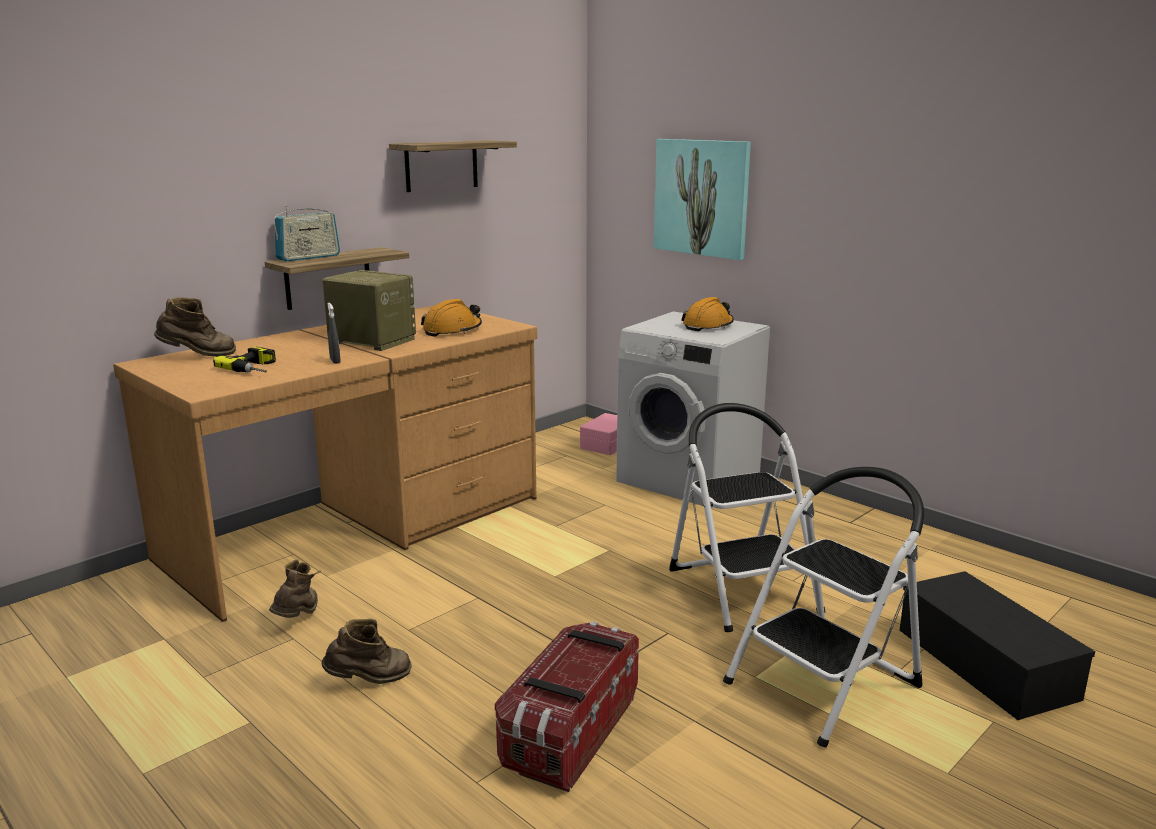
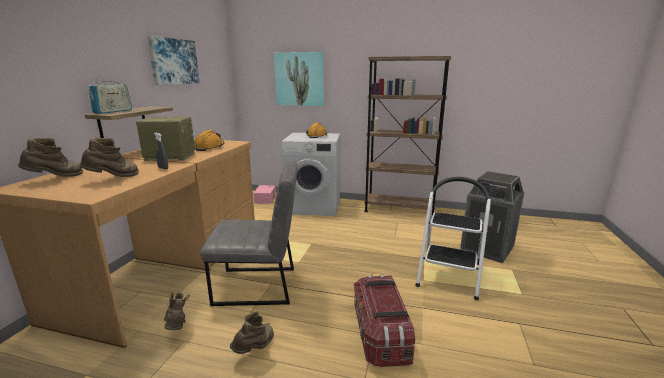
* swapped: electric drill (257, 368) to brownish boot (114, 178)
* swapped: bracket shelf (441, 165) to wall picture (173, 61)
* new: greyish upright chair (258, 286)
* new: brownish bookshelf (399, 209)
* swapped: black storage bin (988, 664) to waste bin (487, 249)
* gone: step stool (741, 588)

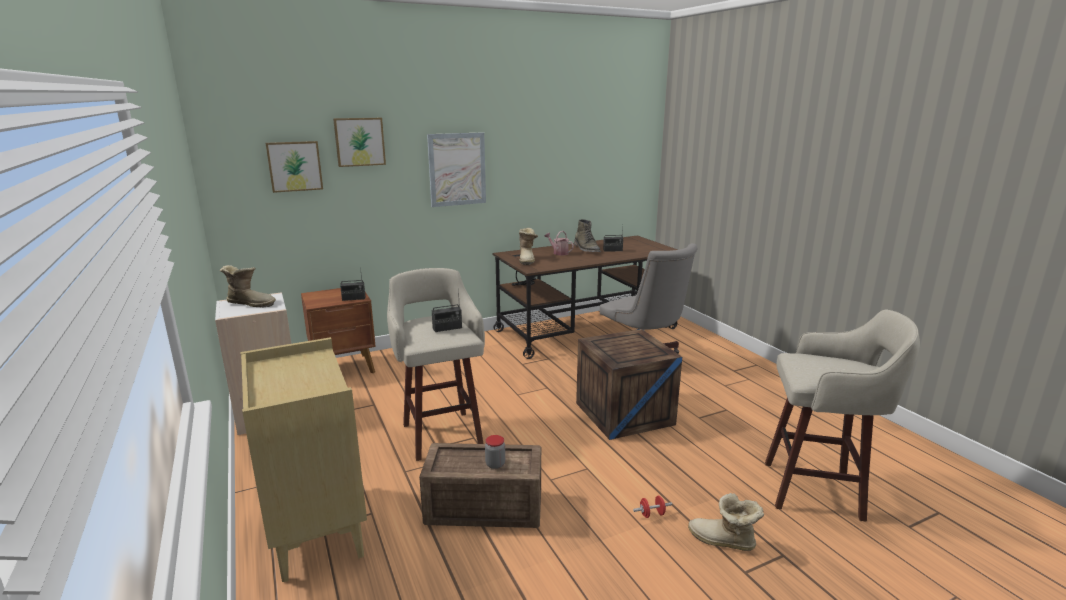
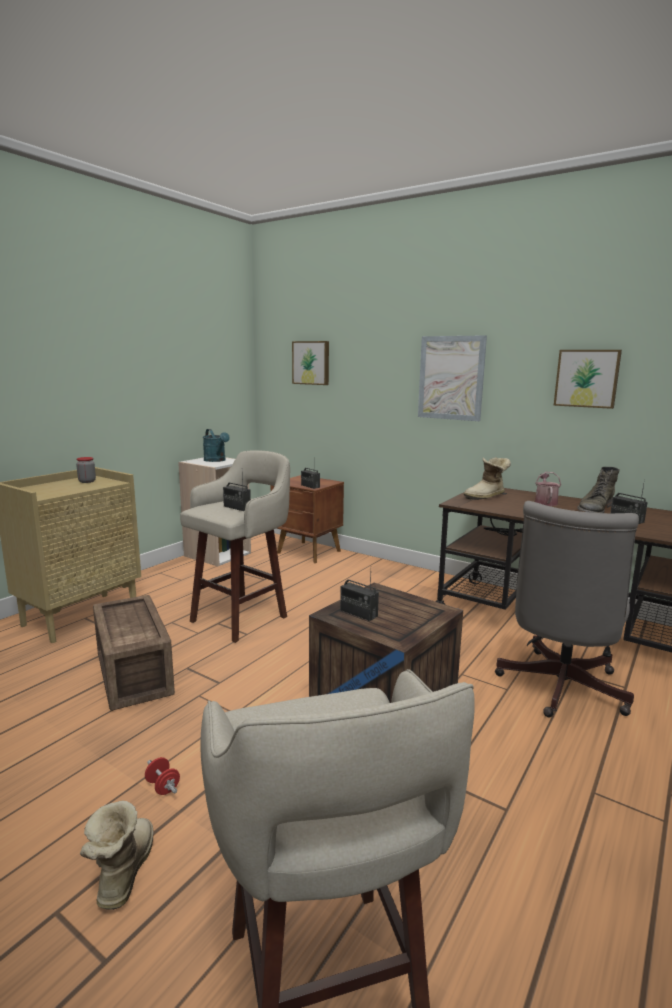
* shifted: storage jar (495, 464) to (87, 481)
* swapped: boot (251, 303) to blue-green watering pot (216, 460)
* new: radio receiver (358, 613)
* shifted: wall picture (359, 141) to (587, 378)

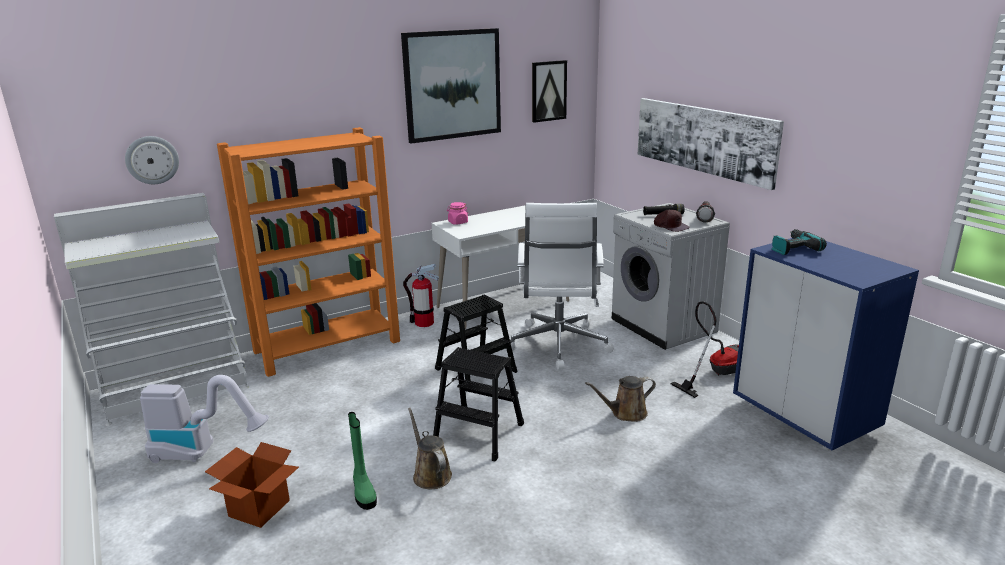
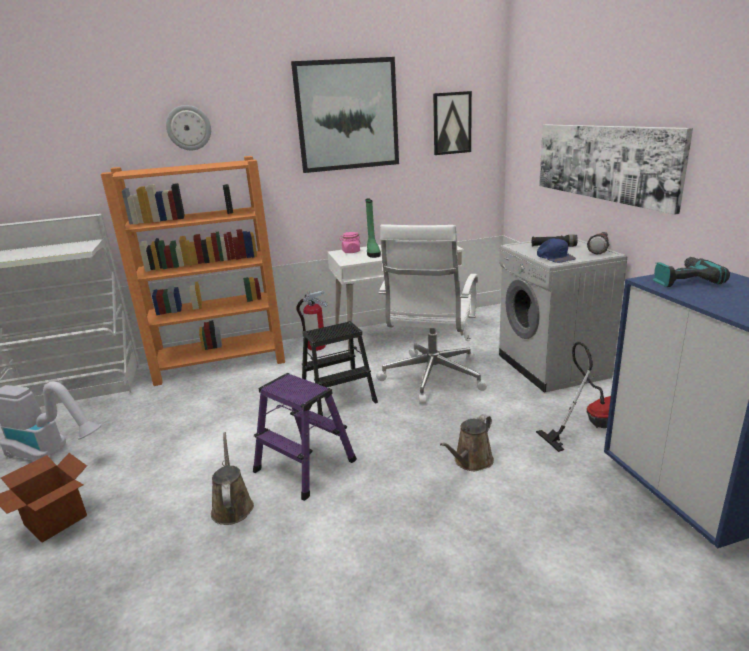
* shifted: wall clock (152, 160) to (188, 128)
* repainted: black step stool (478, 433) to purple step stool (304, 465)
* shifted: green-coloured boot (363, 492) to (372, 253)
* rotated: brownish watering pot (626, 413) = (471, 461) 45 degrees counterclockwise
* repainted: brownish peaked cap (670, 226) to blue peaked cap (555, 257)

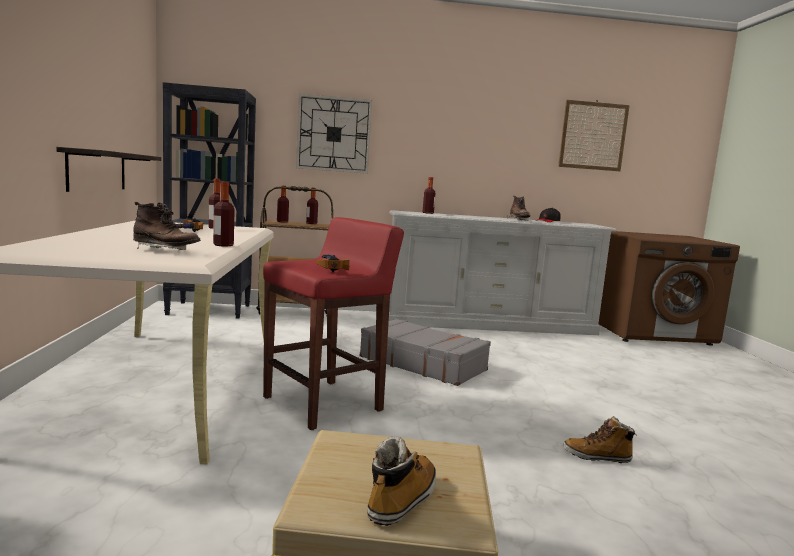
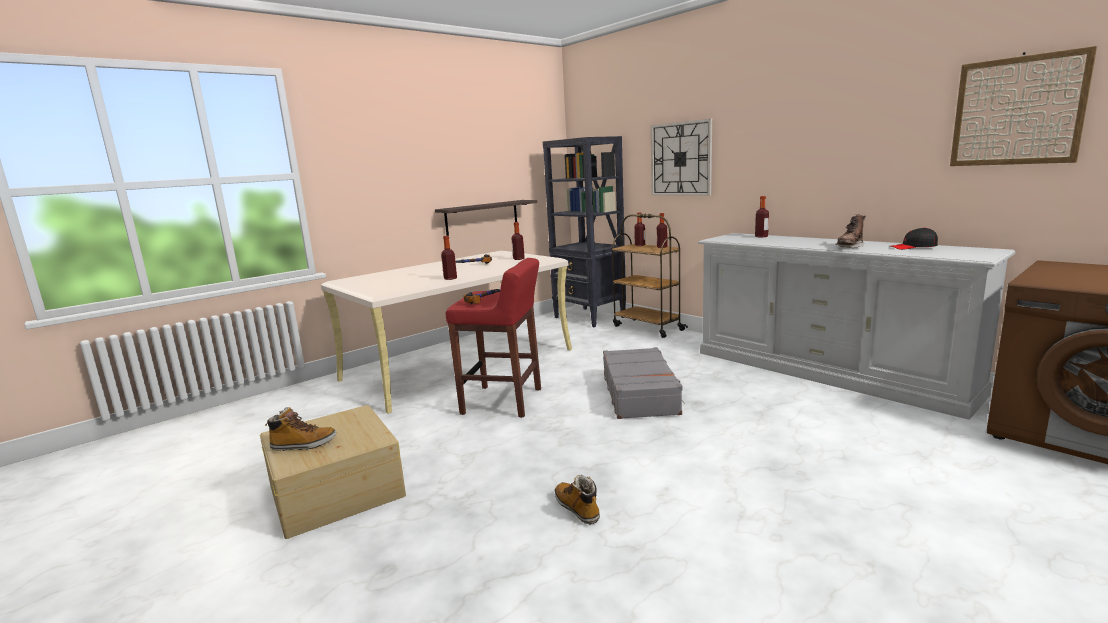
* gone: brownish boot (166, 251)

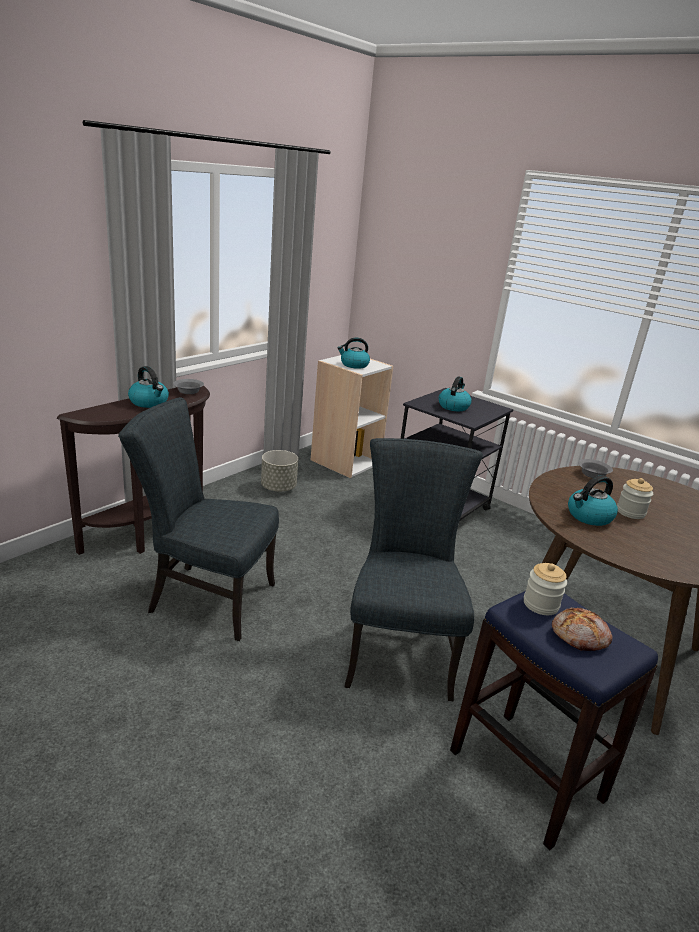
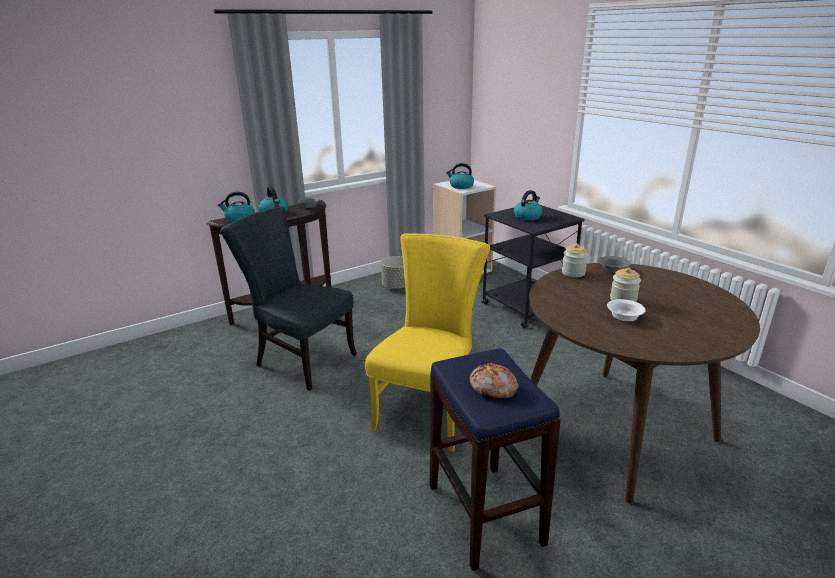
* shifted: tea kettle (589, 516) to (239, 219)
* repainted: greyish upright chair (399, 648) to yellow-coloured upright chair (429, 409)
* shifted: storage jar (540, 604) to (573, 273)
* new: white-coloured deep dish (623, 316)

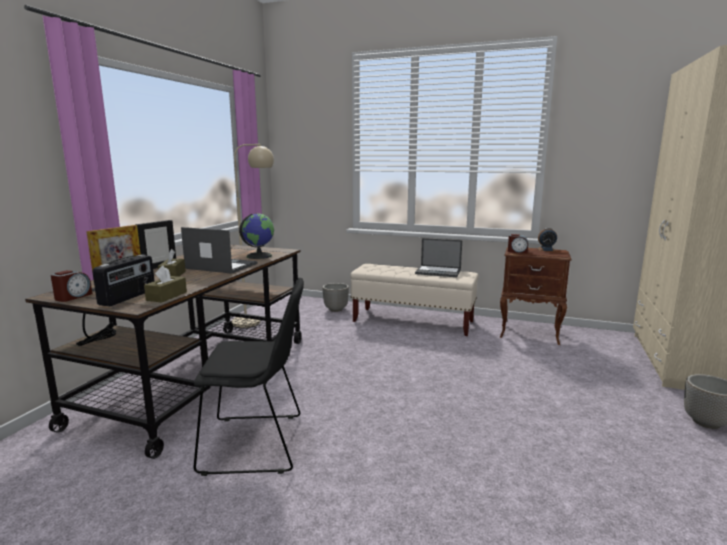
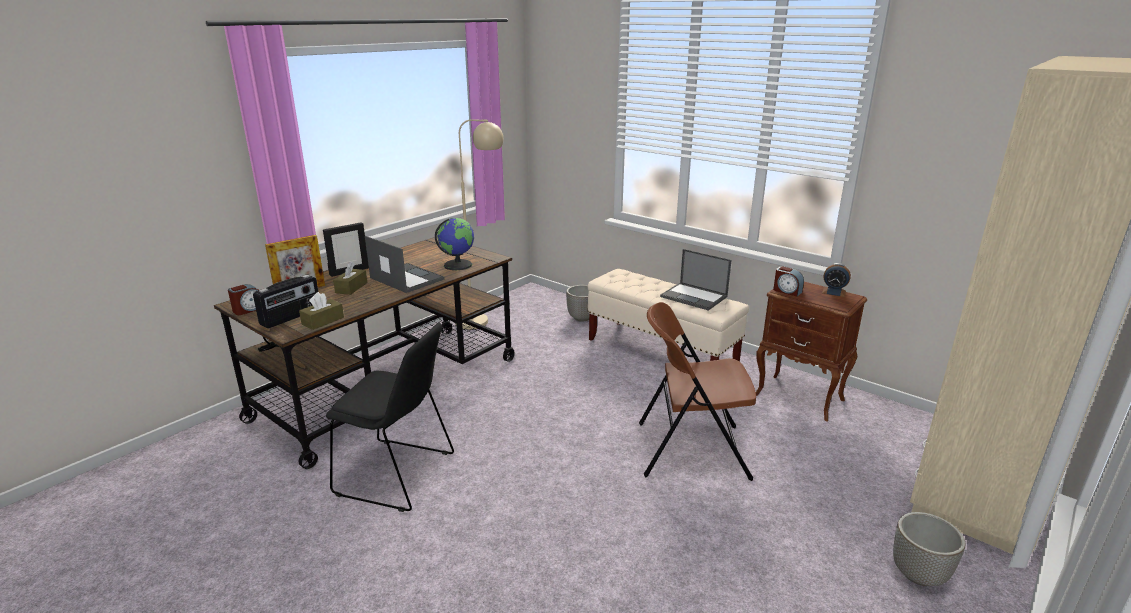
* new: brownish upright chair (692, 449)

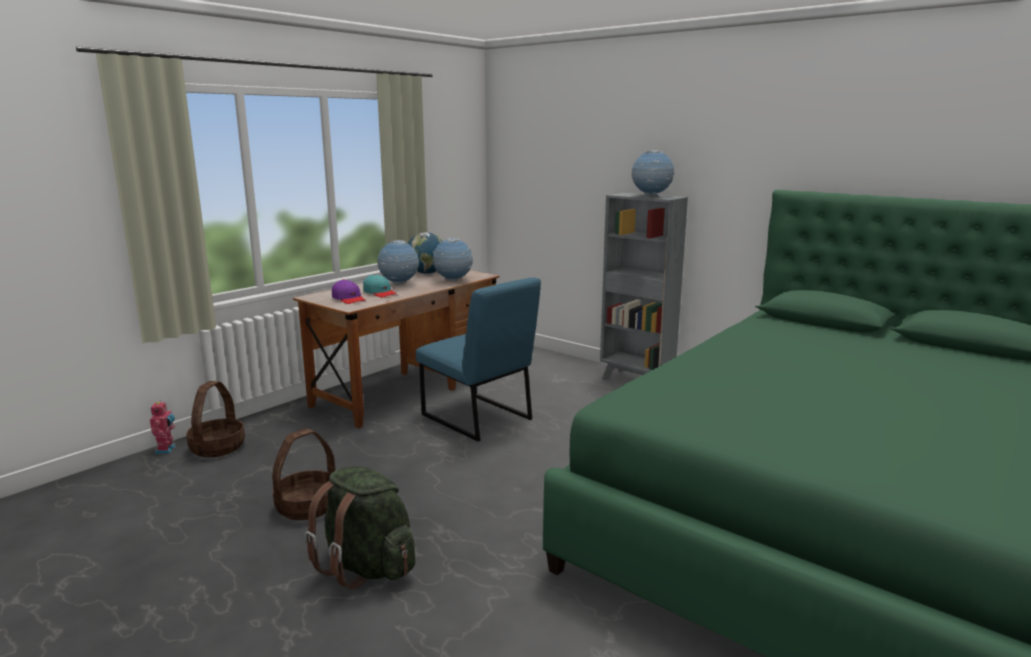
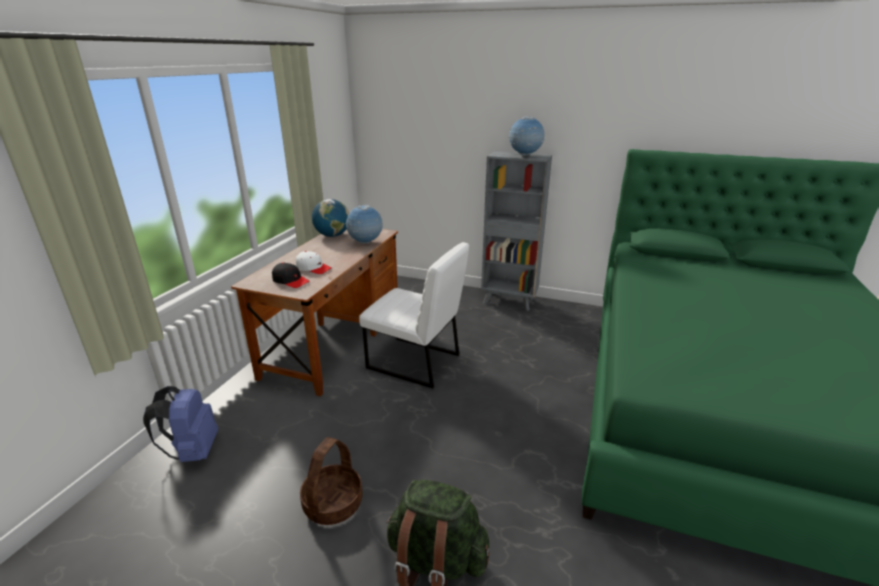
* swapped: storage basket (217, 447) to blue backpack (193, 451)
* repainted: purple peaked cap (349, 299) to black peaked cap (290, 281)
* repainted: blue-green peaked cap (380, 293) to white-coloured peaked cap (313, 268)
* repainted: blue upright chair (478, 418) to white-coloured upright chair (415, 362)
* gone: model robot (166, 450)
* gone: globe (399, 284)

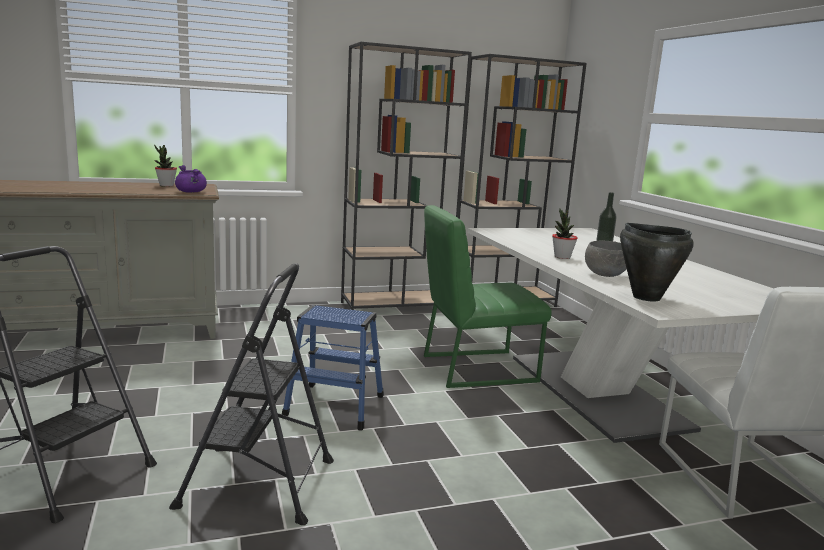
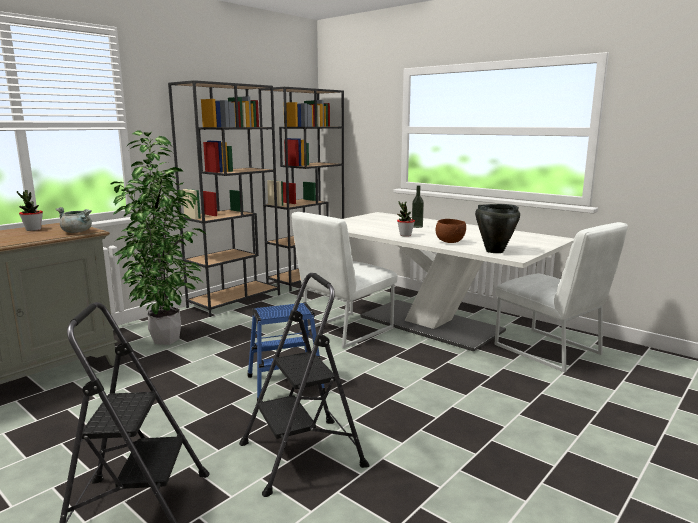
* repainted: purple stockpot (191, 192) to greyish stockpot (77, 232)
* new: plant in a pot (168, 339)
* repainted: green-coloured upright chair (475, 368) to white-coloured upright chair (345, 330)
* repainted: greyish deep dish (606, 275) to brownish deep dish (450, 242)

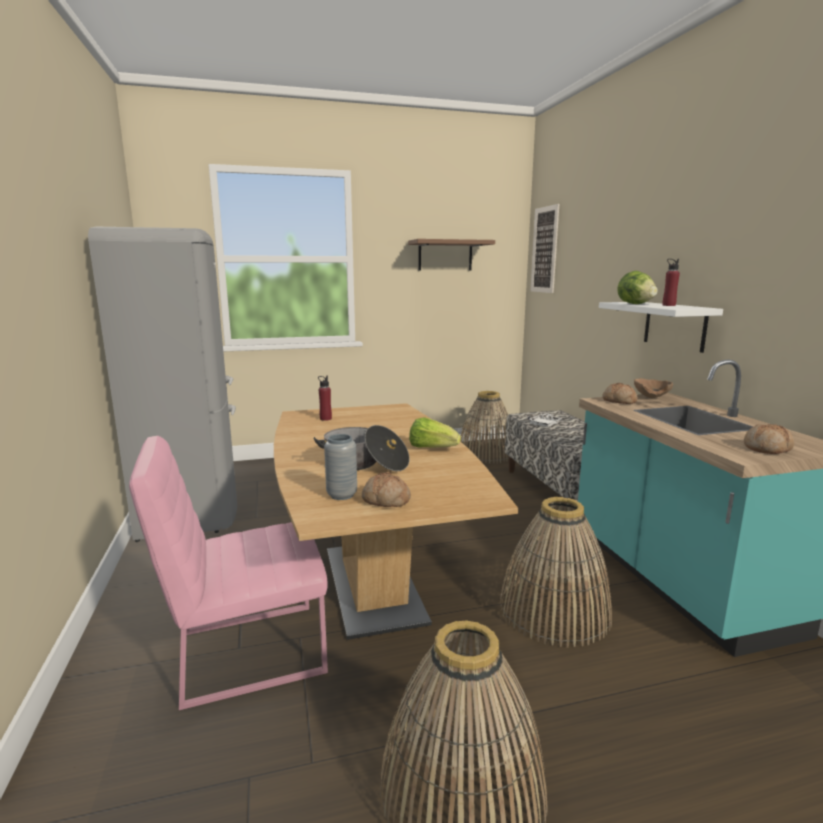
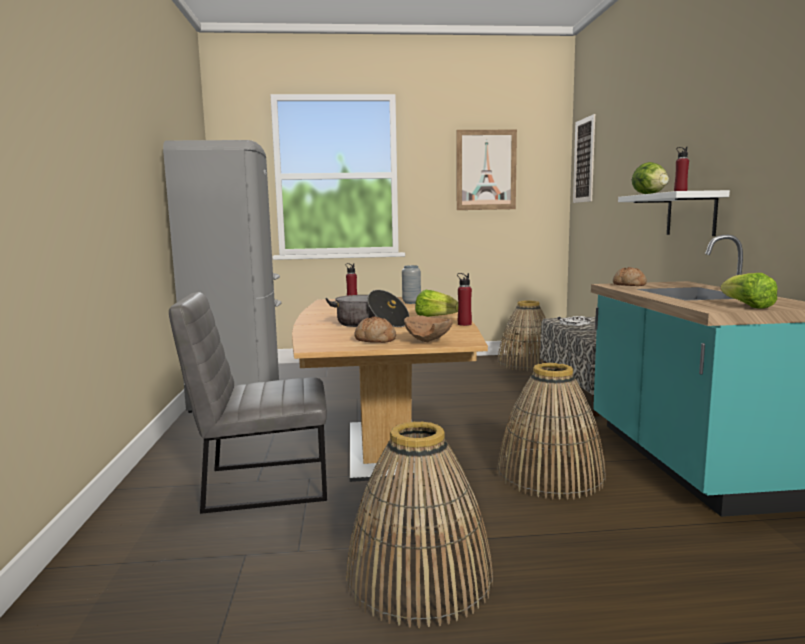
* repainted: pinkish upright chair (246, 652) to greyish upright chair (262, 484)
* shifted: greyish flower vase (342, 495) to (411, 302)
* shifted: brownish deep dish (651, 397) to (429, 341)
* swapped: brownish bracket shelf (445, 255) to wall picture (486, 170)
* new: red beverage bottle (464, 324)
* swapped: bread (768, 449) to lettuce head (746, 306)

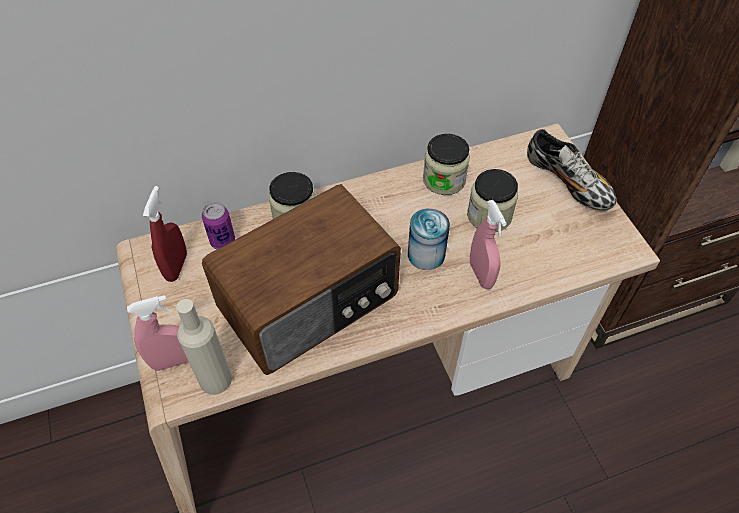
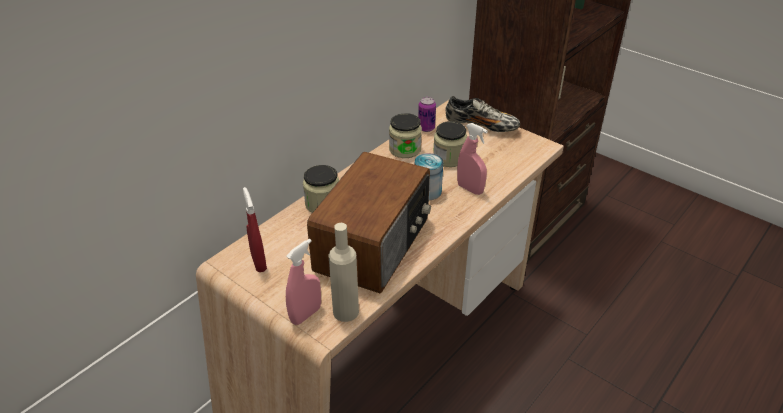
* shifted: can (222, 241) to (426, 128)

